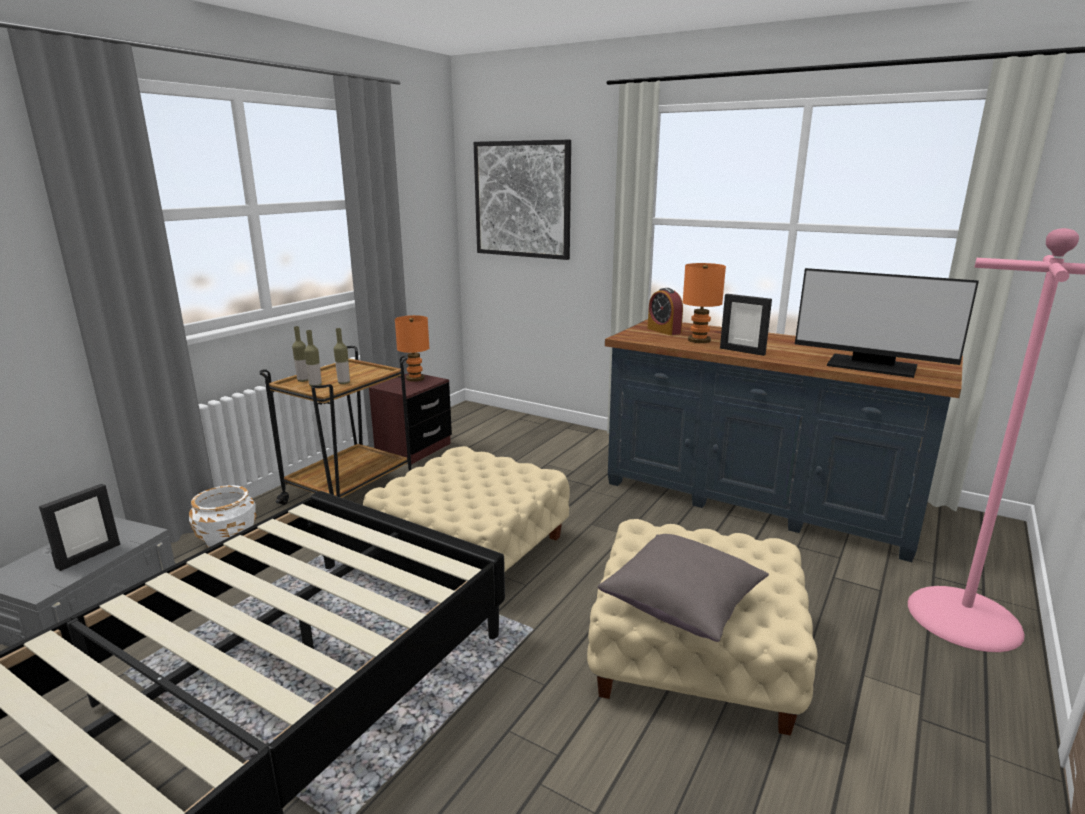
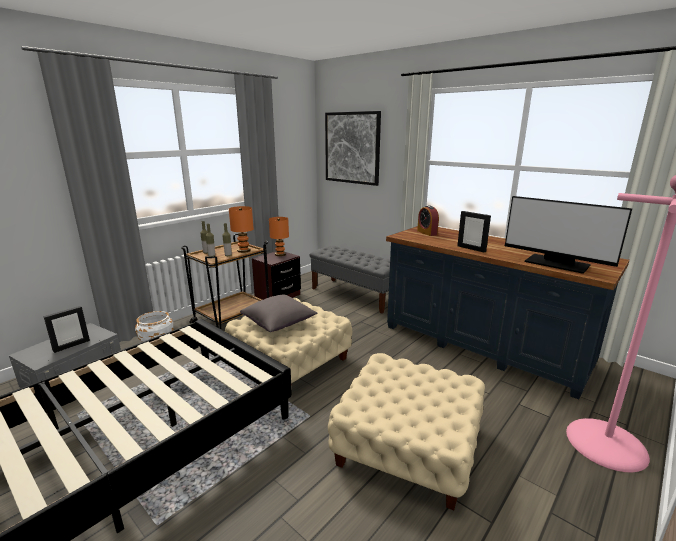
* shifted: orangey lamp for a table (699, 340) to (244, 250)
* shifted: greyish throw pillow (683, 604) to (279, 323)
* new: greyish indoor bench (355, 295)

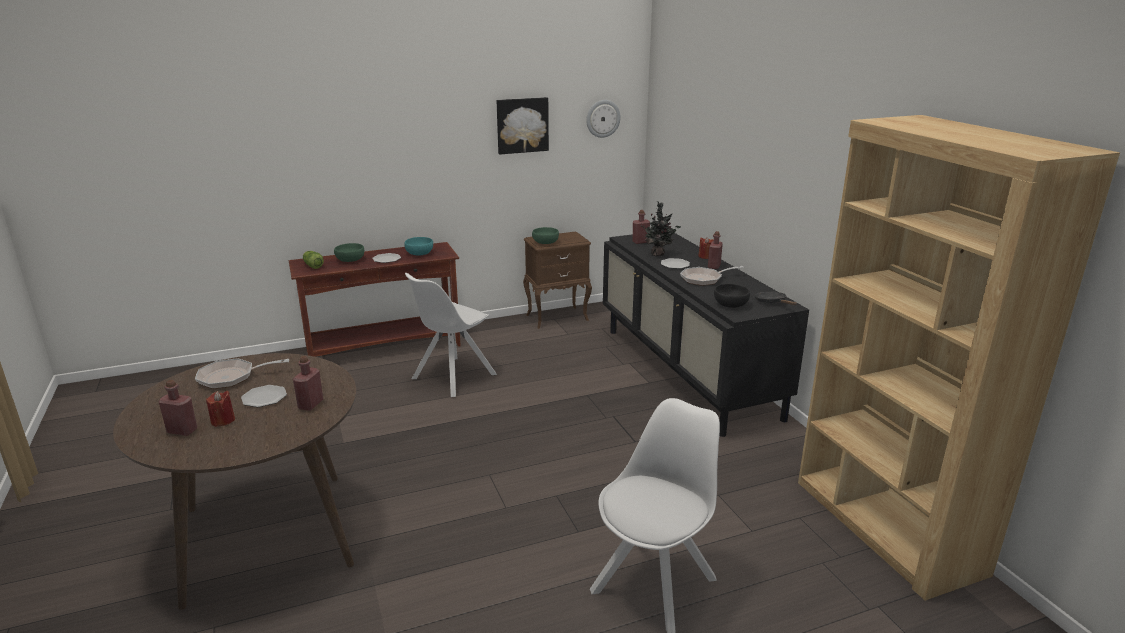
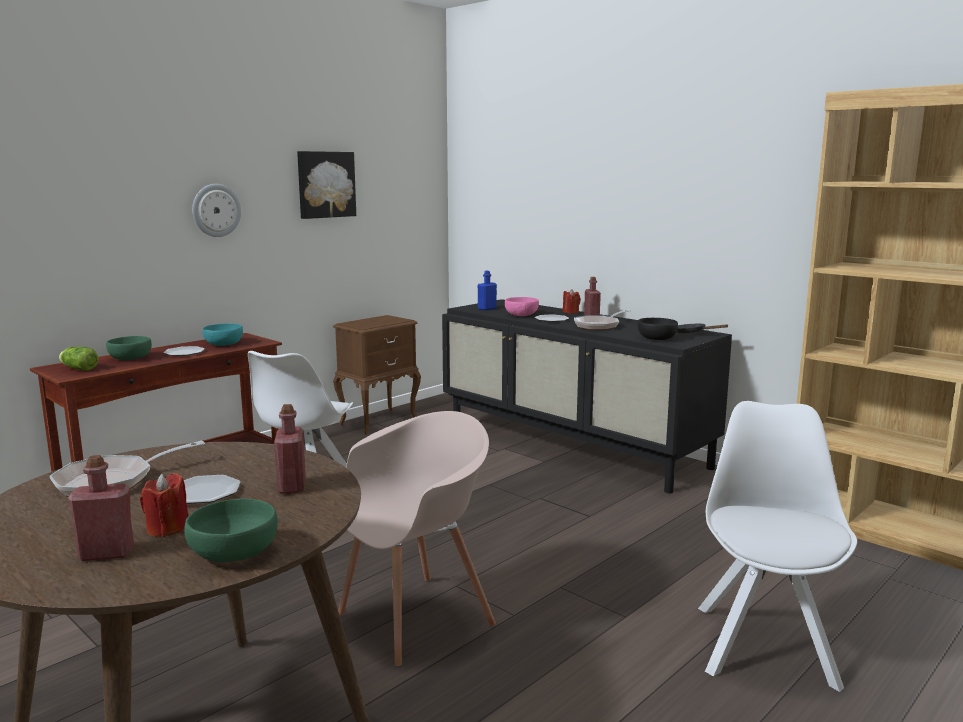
* shifted: green-coloured deep dish (545, 242) to (235, 553)
* shifted: wall clock (603, 118) to (216, 210)
* new: beige upright chair (417, 618)
* repainted: red beverage bottle (640, 242) to blue beverage bottle (487, 309)
* swapped: plant in a pot (658, 254) to pinkish deep dish (522, 315)

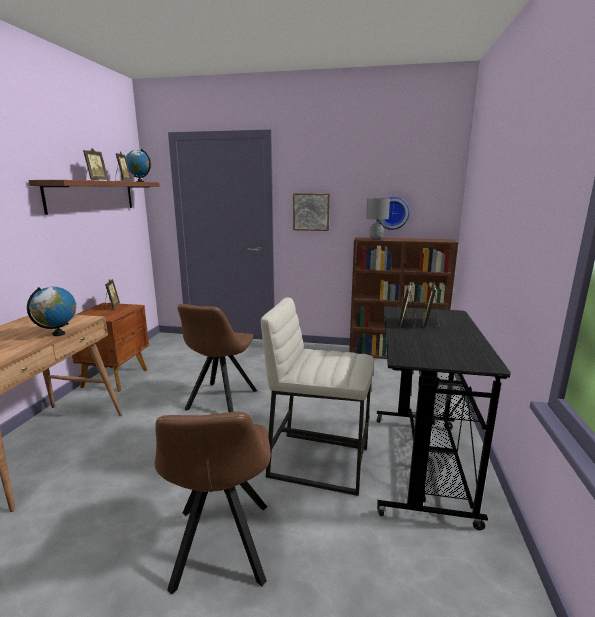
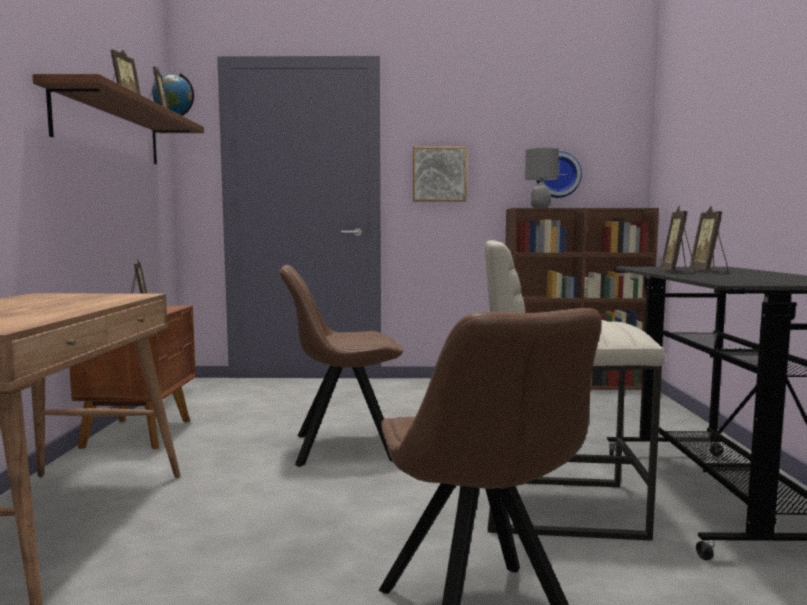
* rotated: brownish upright chair (221, 400) = (344, 447) 75 degrees clockwise
* gone: globe (58, 334)

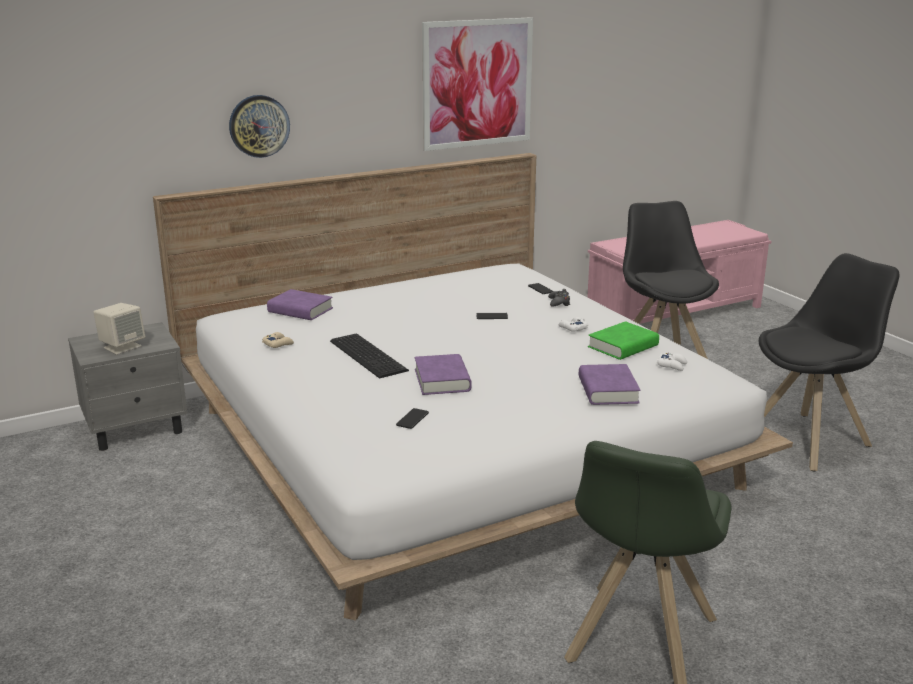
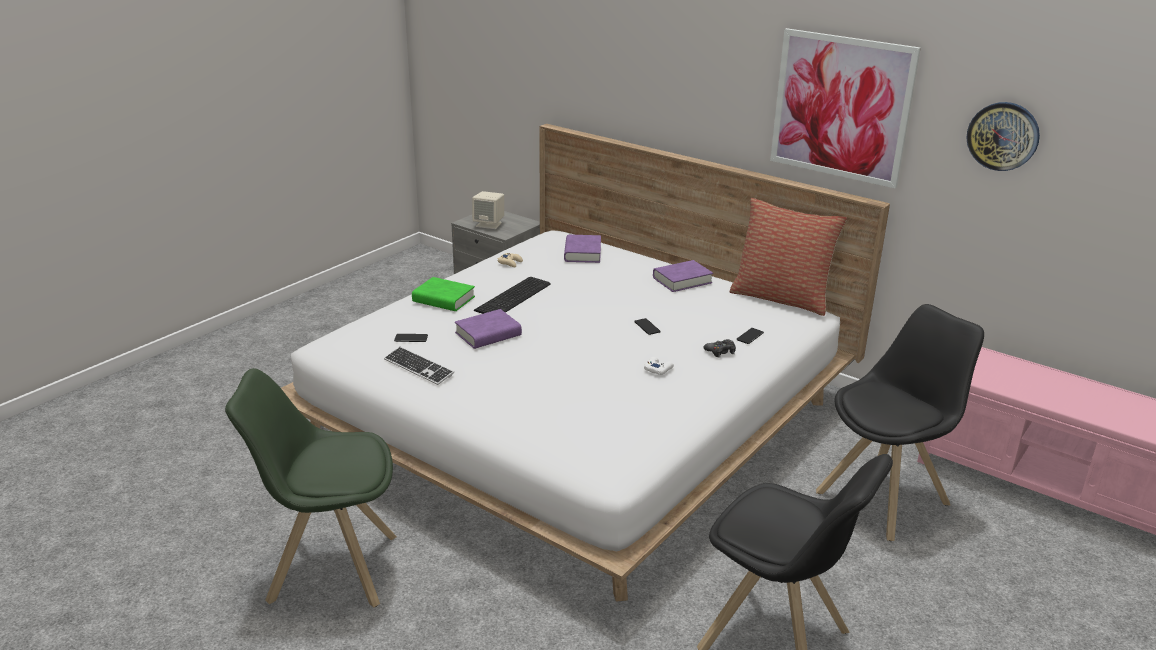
* new: computer keyboard (418, 367)
* shifted: green-coloured bound book (623, 346) to (443, 299)
* shifted: purple bound book (608, 390) to (682, 280)
* new: throw pillow (781, 298)
* shifted: wall clock (259, 126) to (1003, 136)
* gone: white-coloured joypad (672, 365)

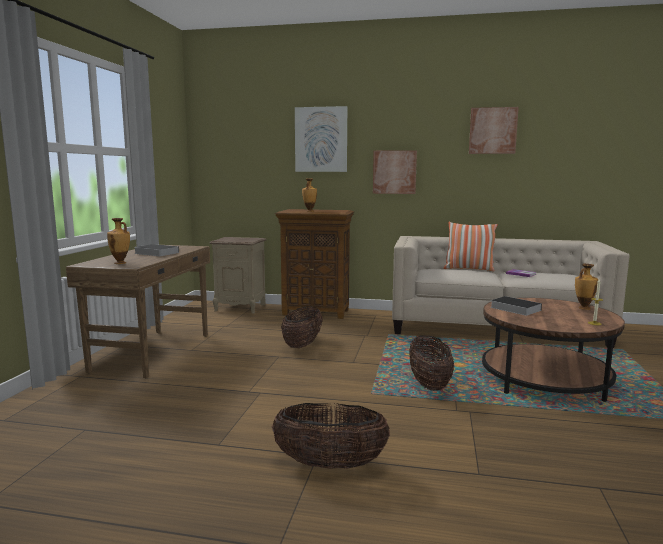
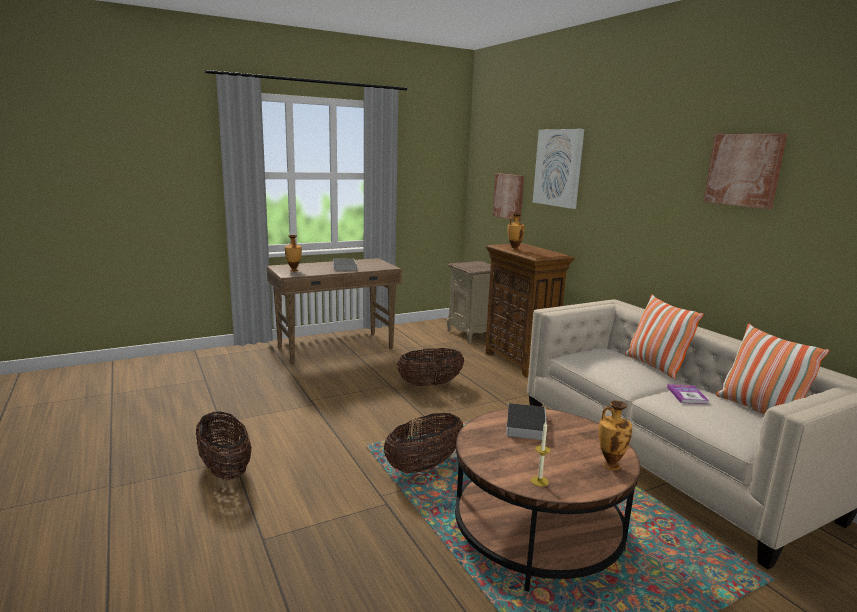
* shifted: wall picture (394, 172) to (509, 196)
* new: throw pillow (759, 410)

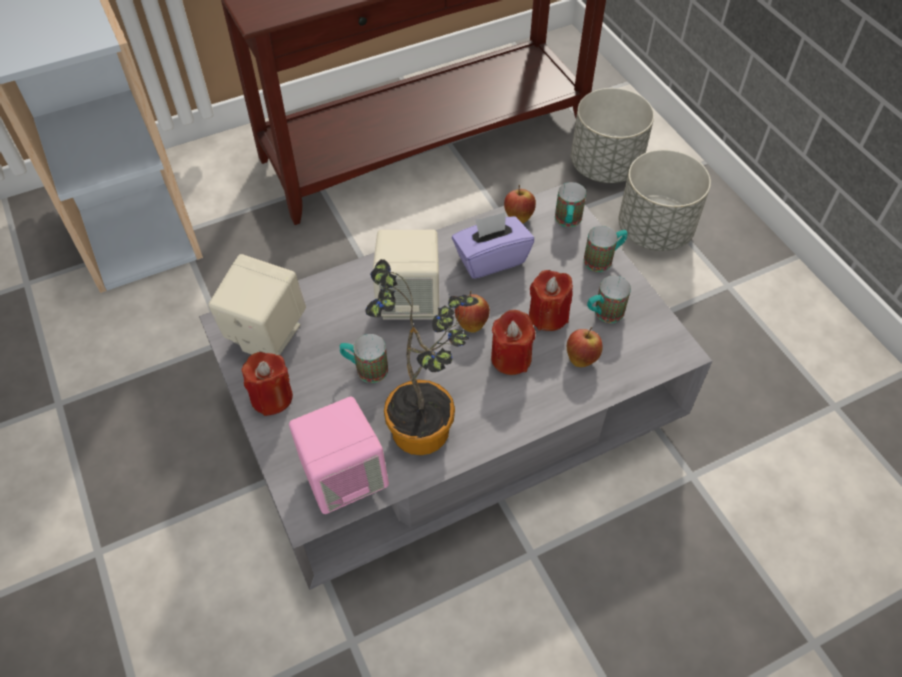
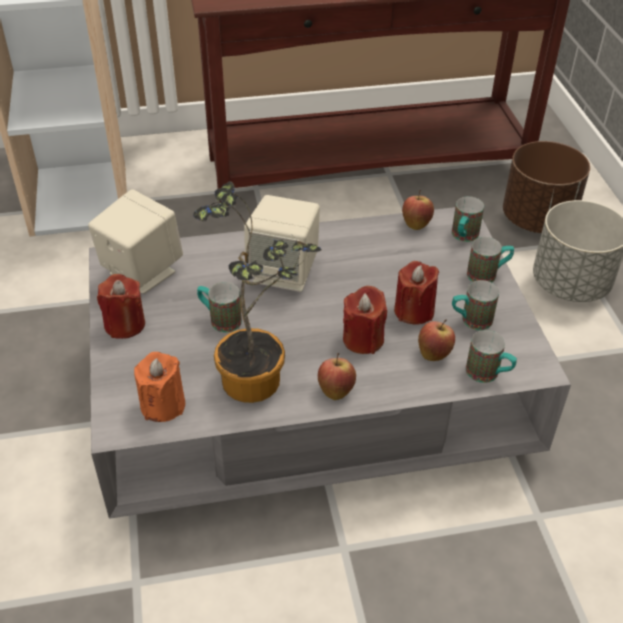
* swapped: pinkish speaker (344, 478) to orangey wax light (163, 405)
* shifted: apple fruit (471, 323) to (335, 390)
* new: coffee mug (488, 374)
* repainted: greyish plant pot (605, 166) to brownish plant pot (537, 219)
* gone: purple tissue box (491, 259)

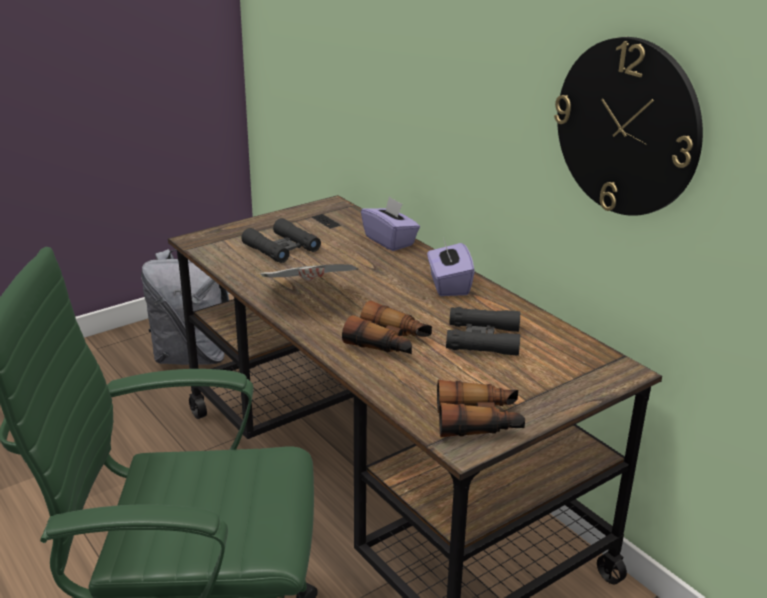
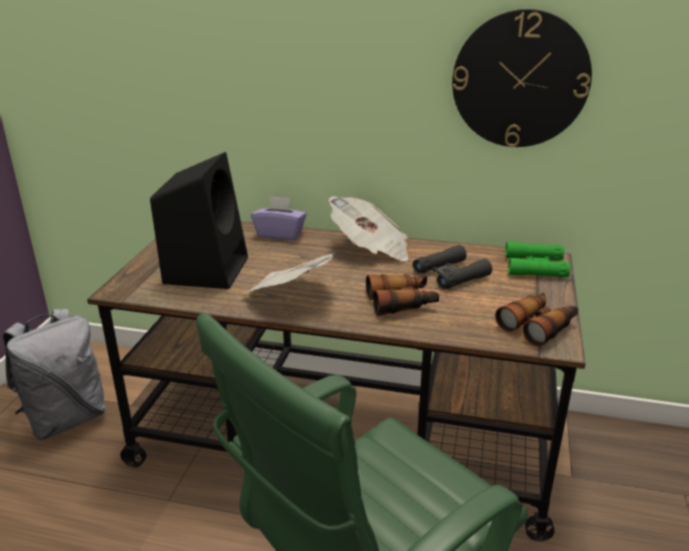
* swapped: black binoculars (281, 248) to black speaker (206, 269)
* swapped: purple tissue box (448, 285) to newspaper (371, 249)
* new: green-coloured binoculars (535, 266)

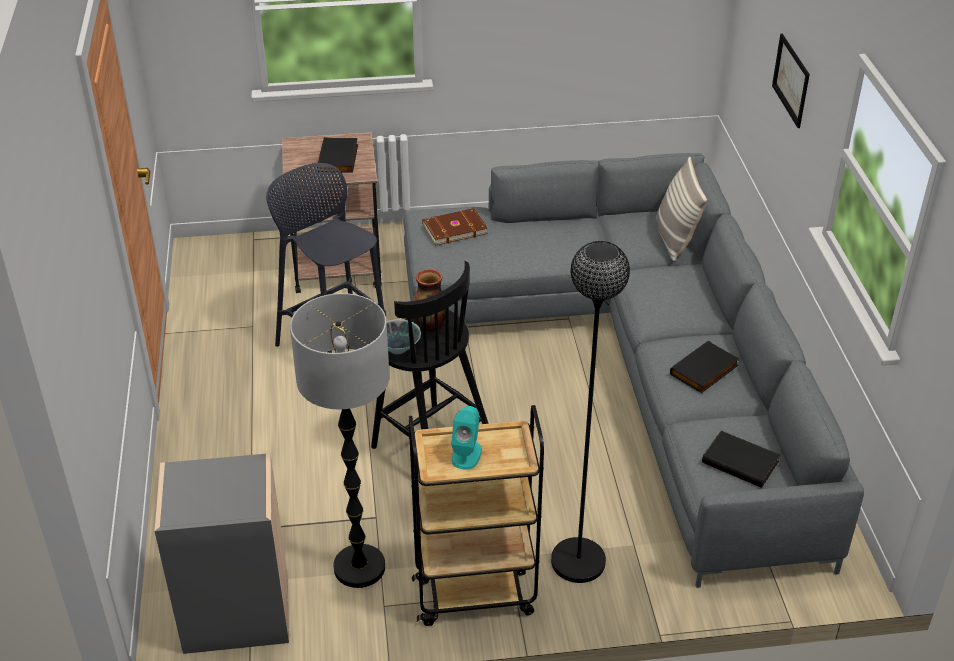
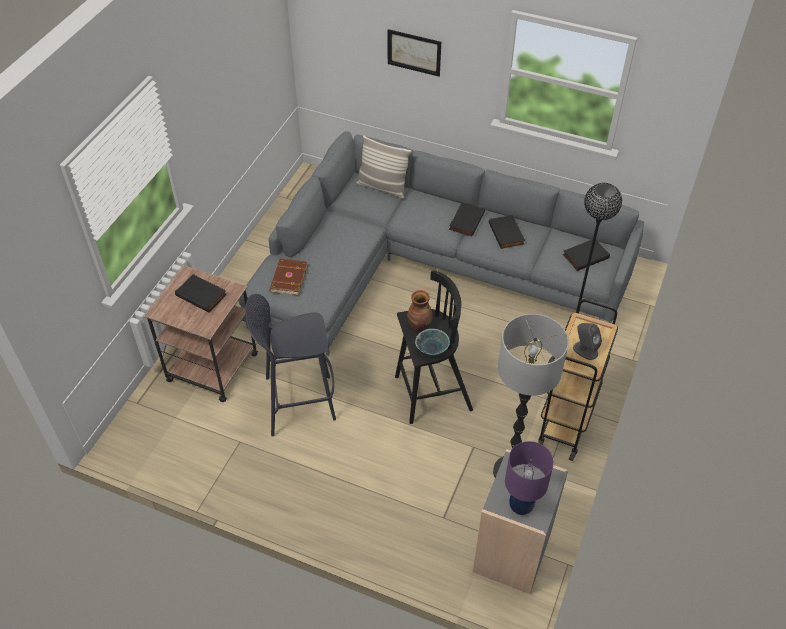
* new: black bound book (466, 220)
* new: purple lamp for a table (520, 506)
* repainted: blue-green speaker (466, 454) to greyish speaker (585, 350)

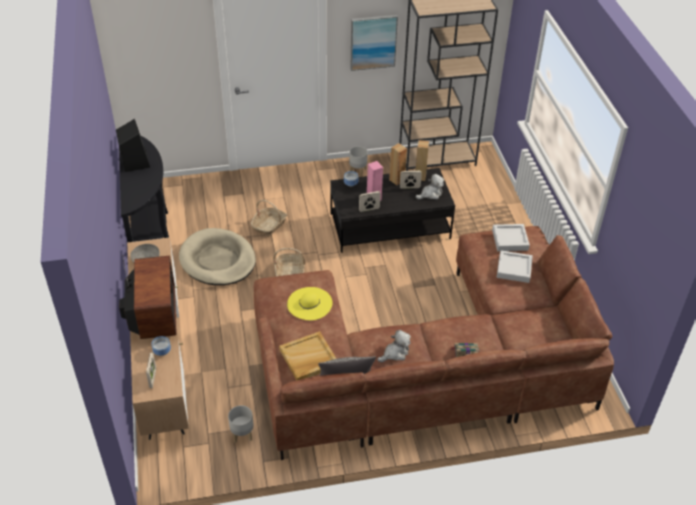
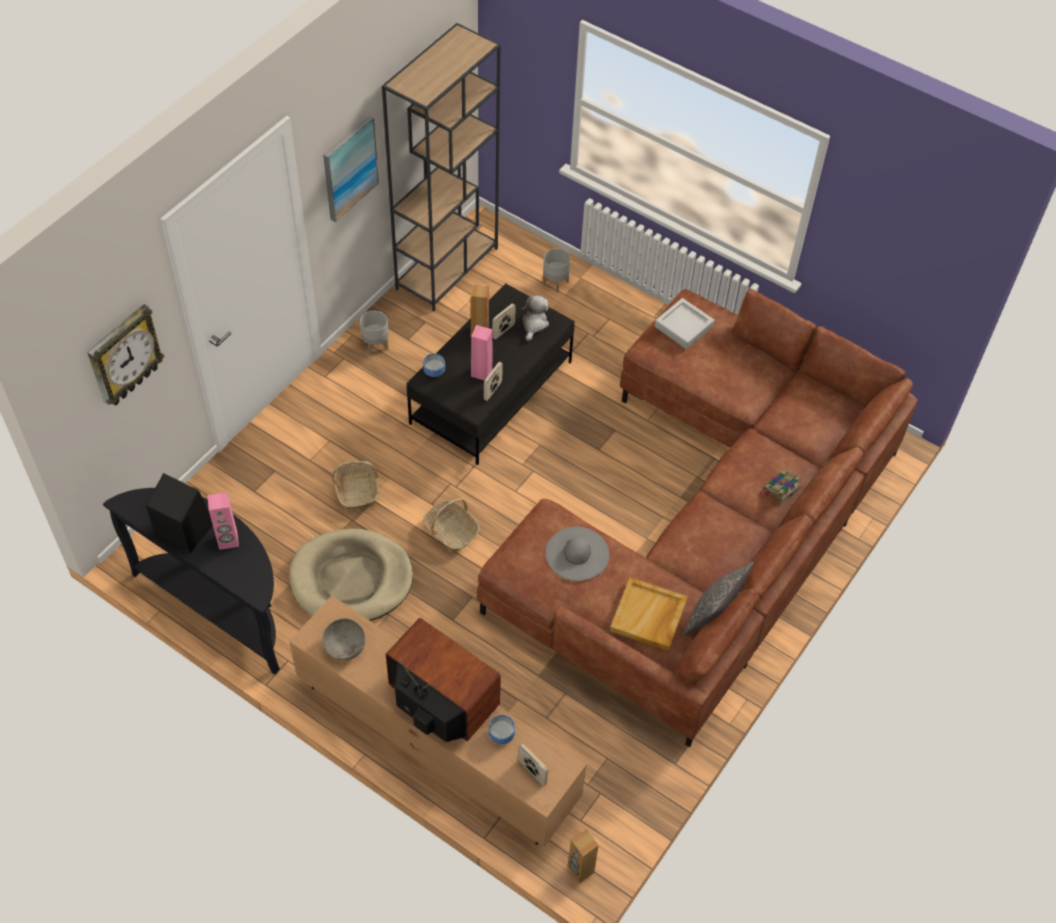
* new: wall clock (124, 356)
* new: pinkish speaker (228, 541)
* shifted: greyish plant pot (243, 434) to (555, 282)
* repainted: yellow-coloured hat (309, 303) to greyish hat (577, 554)
* shifted: brownish speaker (420, 176) to (580, 870)
* gone: plush toy (395, 353)
* gone: greyish tray (514, 269)

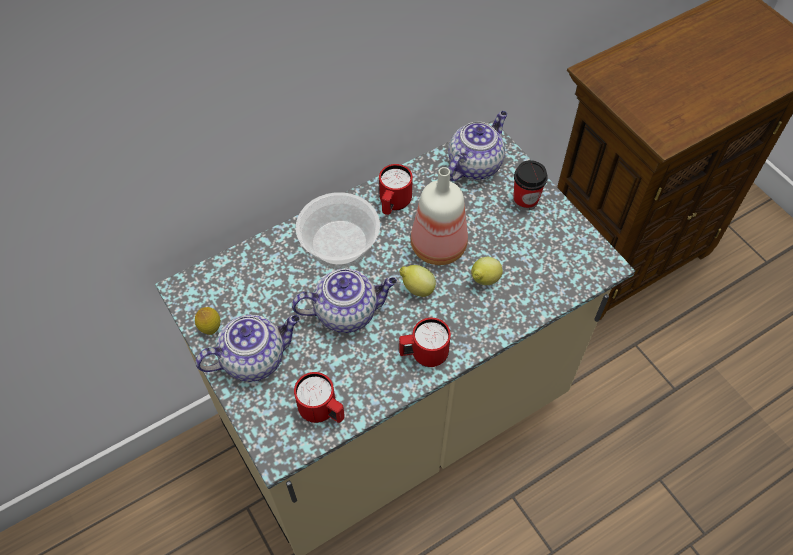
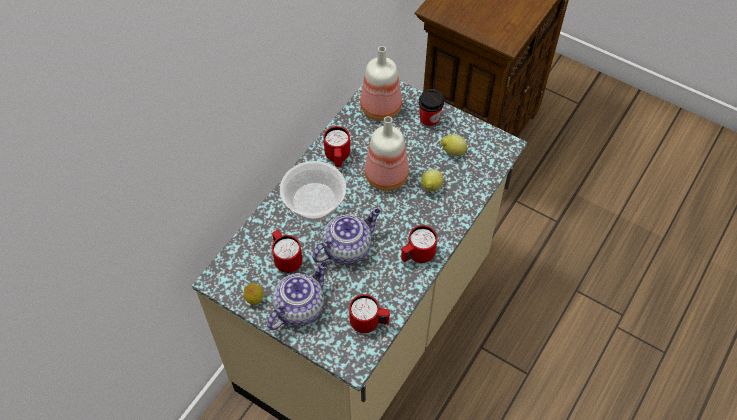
* new: red coffee mug (286, 259)
* swapped: teapot (475, 164) to beverage bottle (380, 107)
* shifted: whole lemon (417, 289) to (452, 152)

